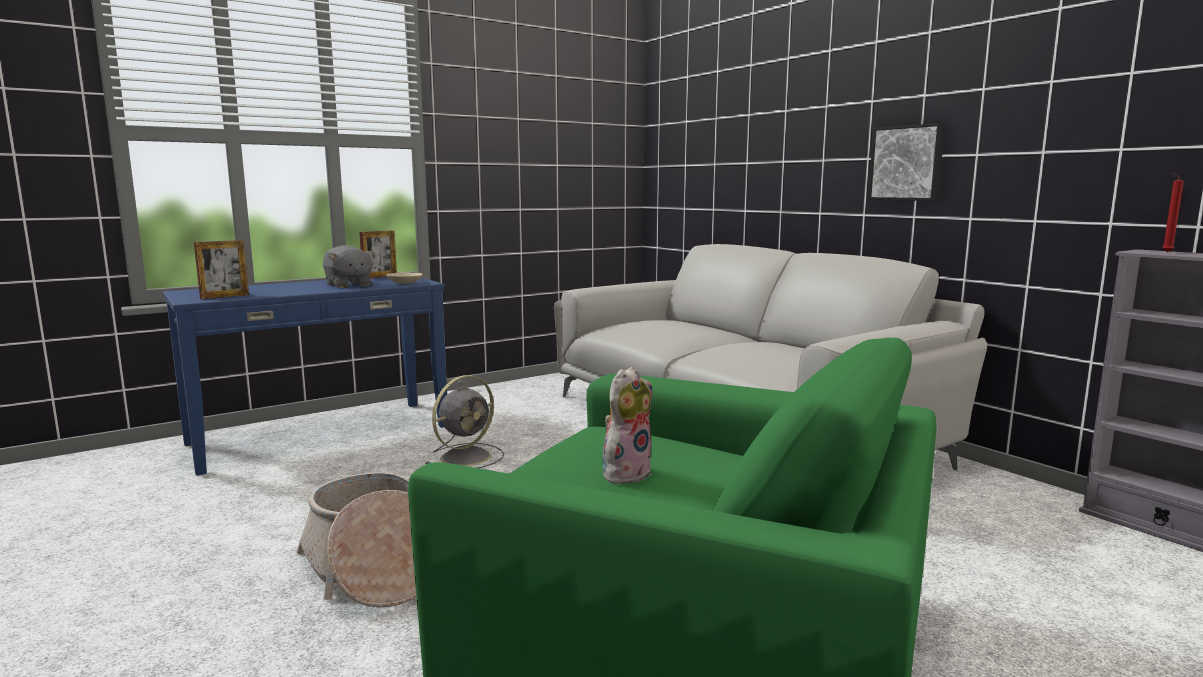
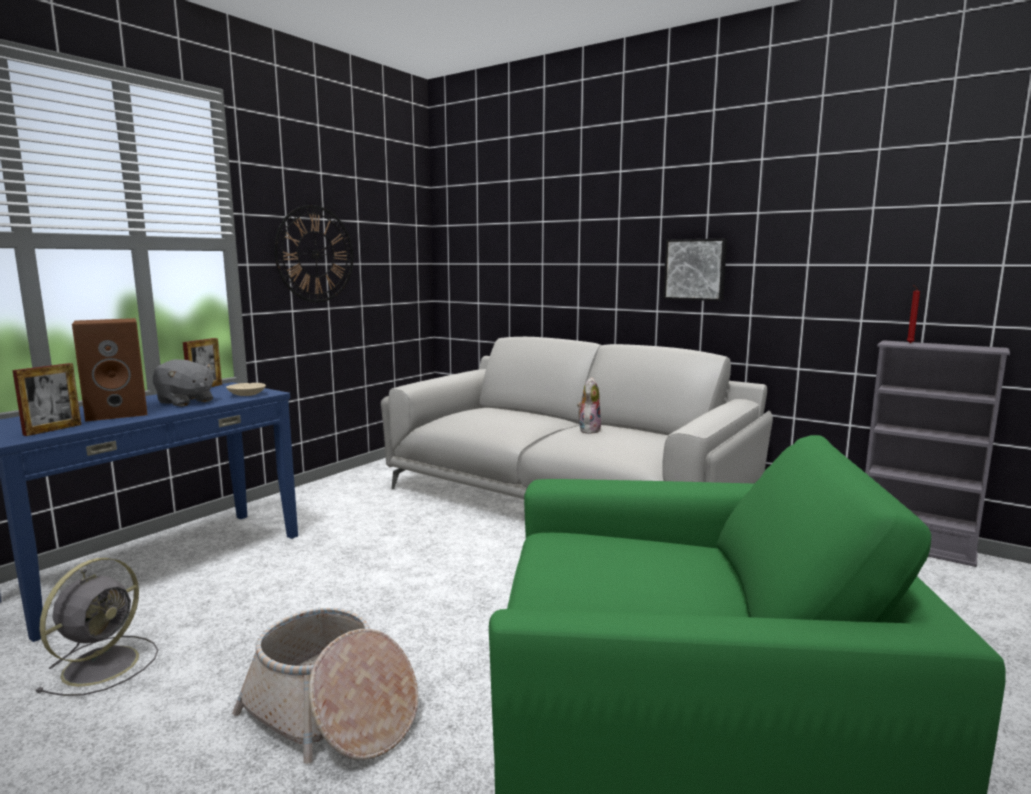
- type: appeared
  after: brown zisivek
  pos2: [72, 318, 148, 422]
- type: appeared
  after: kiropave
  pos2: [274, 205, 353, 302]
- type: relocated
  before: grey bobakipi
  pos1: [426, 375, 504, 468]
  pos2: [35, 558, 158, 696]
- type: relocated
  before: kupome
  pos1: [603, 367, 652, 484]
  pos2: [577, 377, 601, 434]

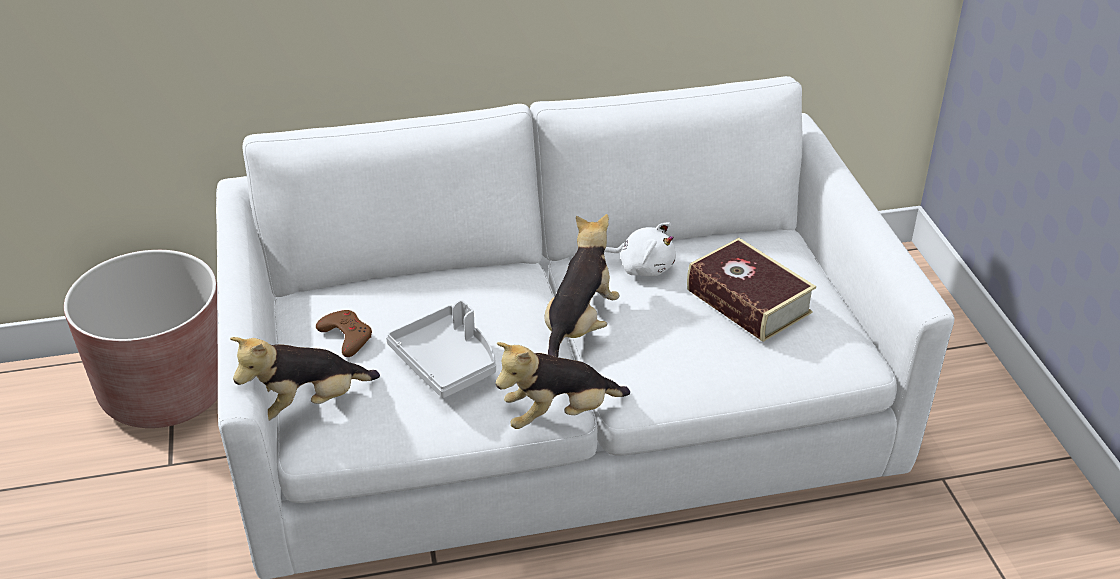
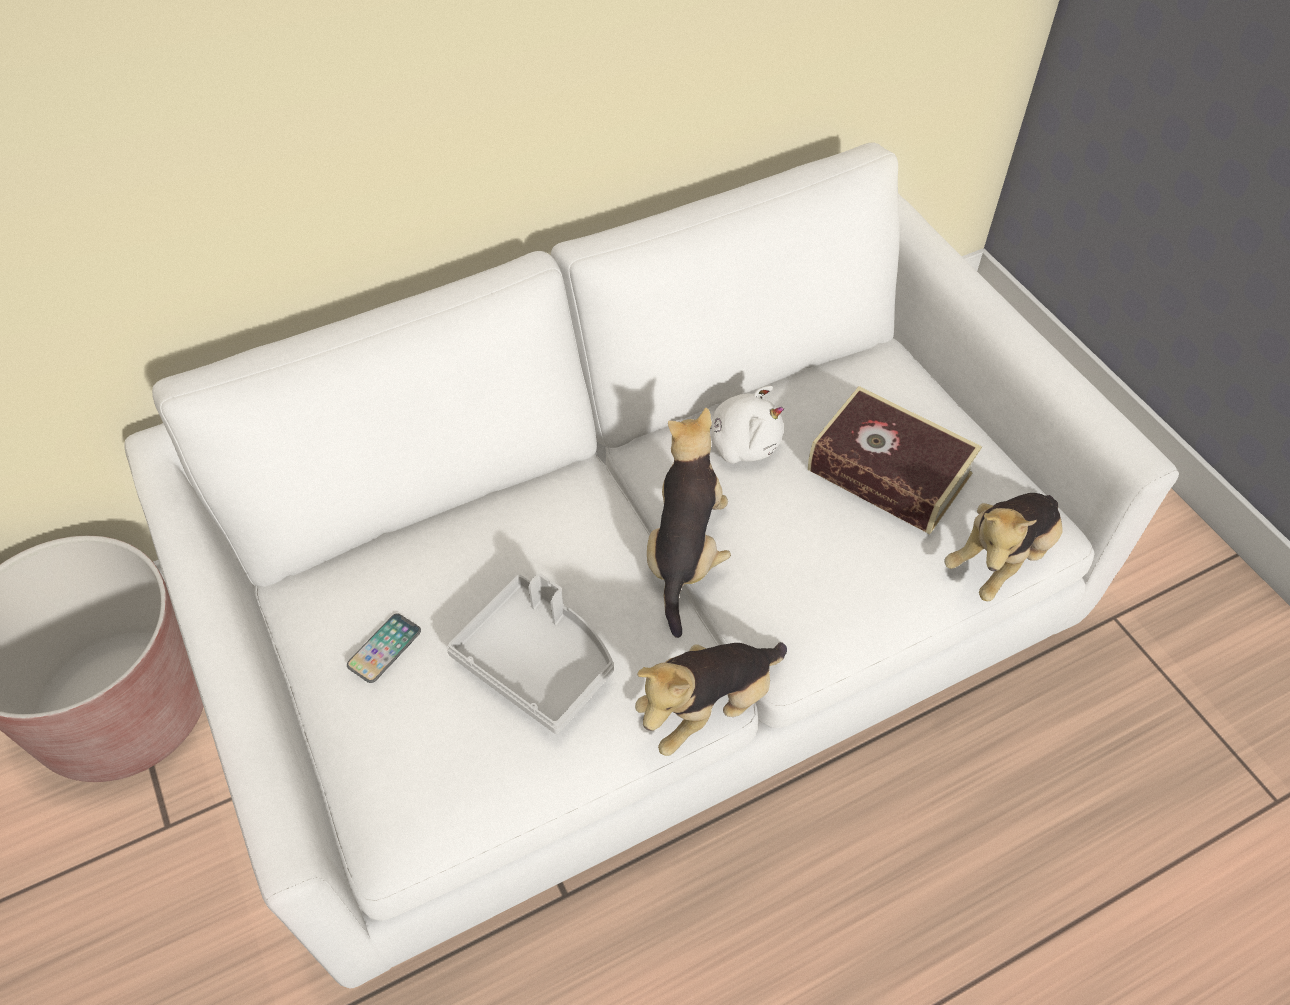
- type: relocated
  before: kupome
  pos1: [230, 337, 380, 421]
  pos2: [944, 493, 1063, 601]
- type: exchanged
  before: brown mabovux
  after: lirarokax
  pos1: [316, 310, 372, 357]
  pos2: [347, 613, 421, 683]

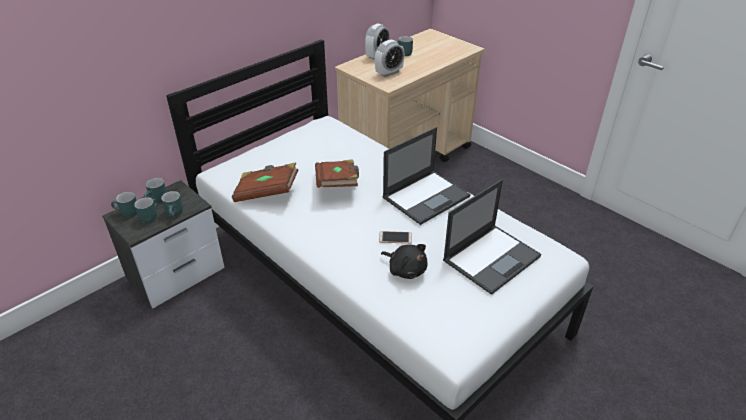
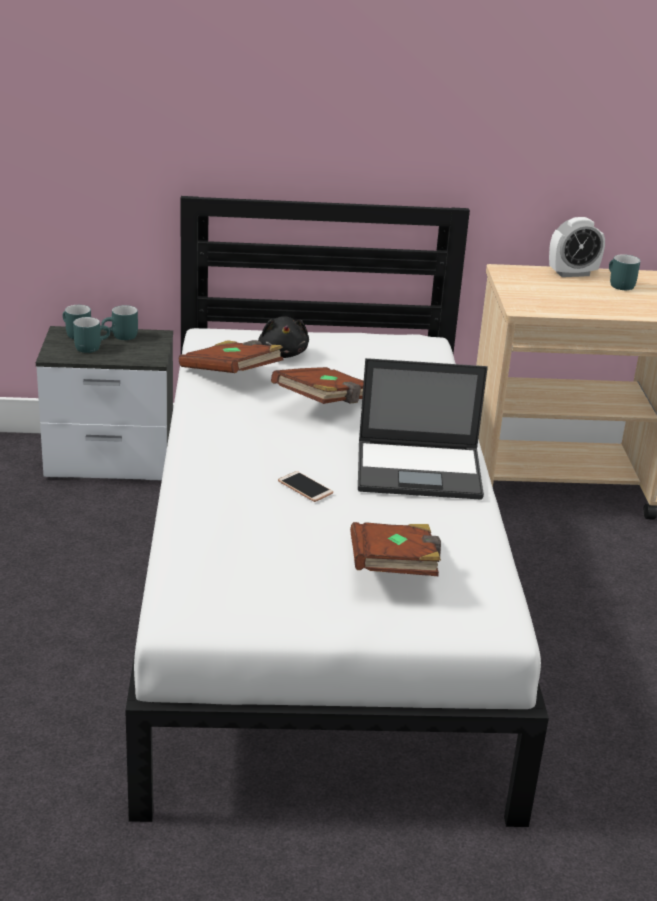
- type: missing
  before: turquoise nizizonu
  pos1: [161, 191, 183, 217]
- type: missing
  before: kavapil
  pos1: [375, 40, 404, 77]
- type: relocated
  before: black kupome
  pos1: [381, 244, 427, 279]
  pos2: [258, 316, 309, 358]
- type: exchanged
  before: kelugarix
  after: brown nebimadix
  pos1: [443, 179, 541, 295]
  pos2: [350, 522, 441, 576]

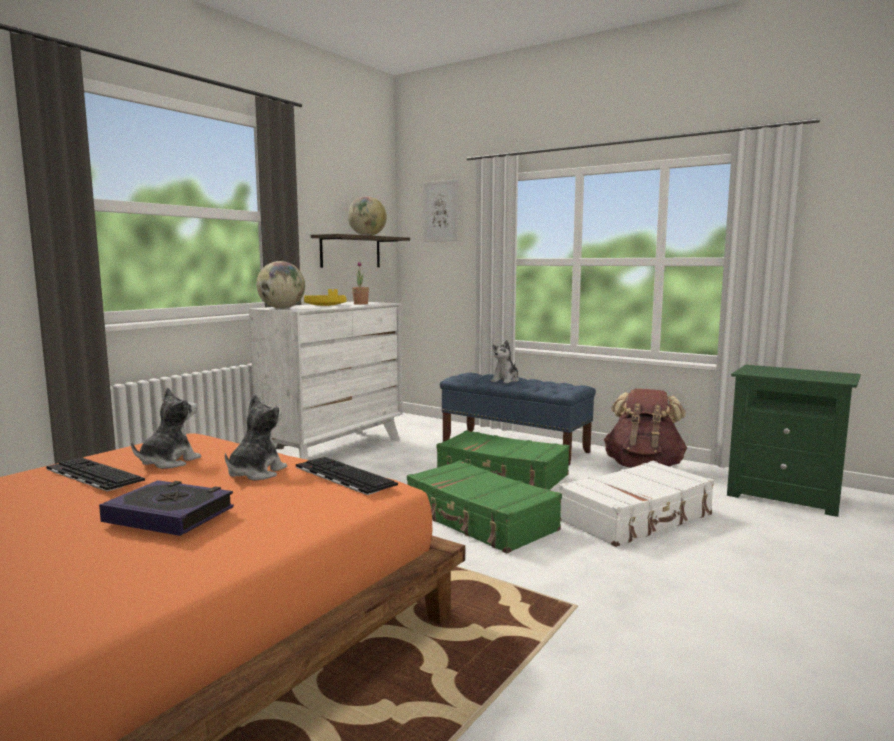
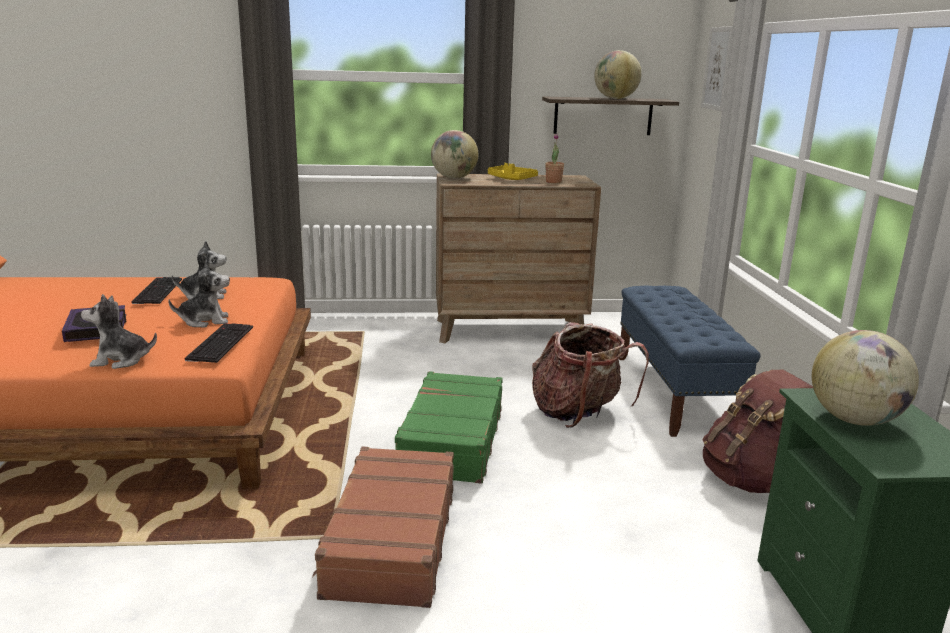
- type: missing
  before: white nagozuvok
  pos1: [559, 461, 714, 547]
- type: appeared
  after: brown nagozuvok
  pos2: [312, 446, 454, 608]
- type: appeared
  after: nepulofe
  pos2: [812, 330, 919, 426]
- type: relocated
  before: kupome
  pos1: [491, 340, 519, 384]
  pos2: [81, 294, 157, 369]
- type: exchanged
  before: green nagozuvok
  after: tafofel
  pos1: [436, 430, 570, 490]
  pos2: [532, 322, 649, 428]
- type: colour
  before: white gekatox
  after: brown gekatox
  pos1: [249, 301, 403, 460]
  pos2: [436, 174, 601, 343]

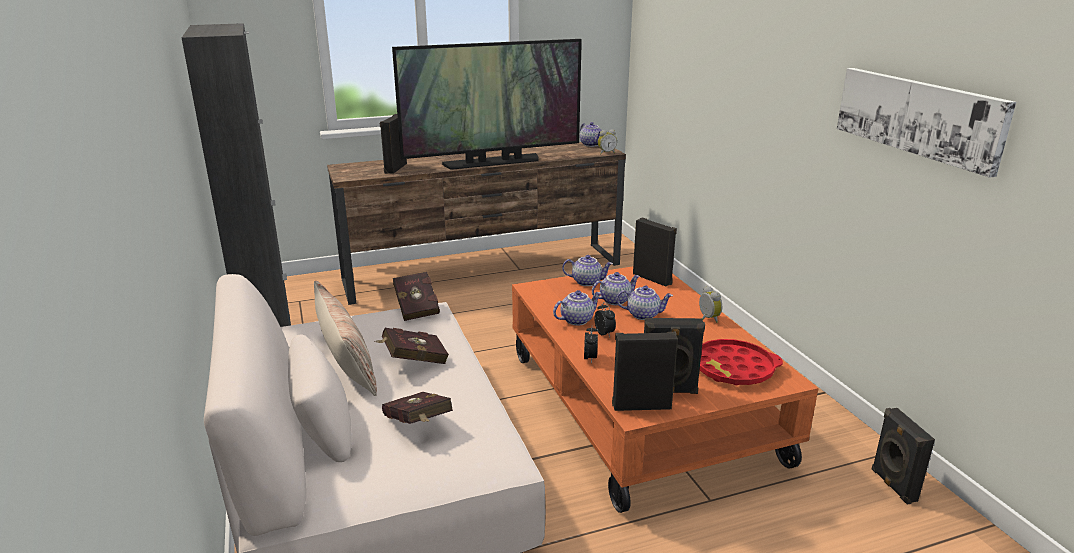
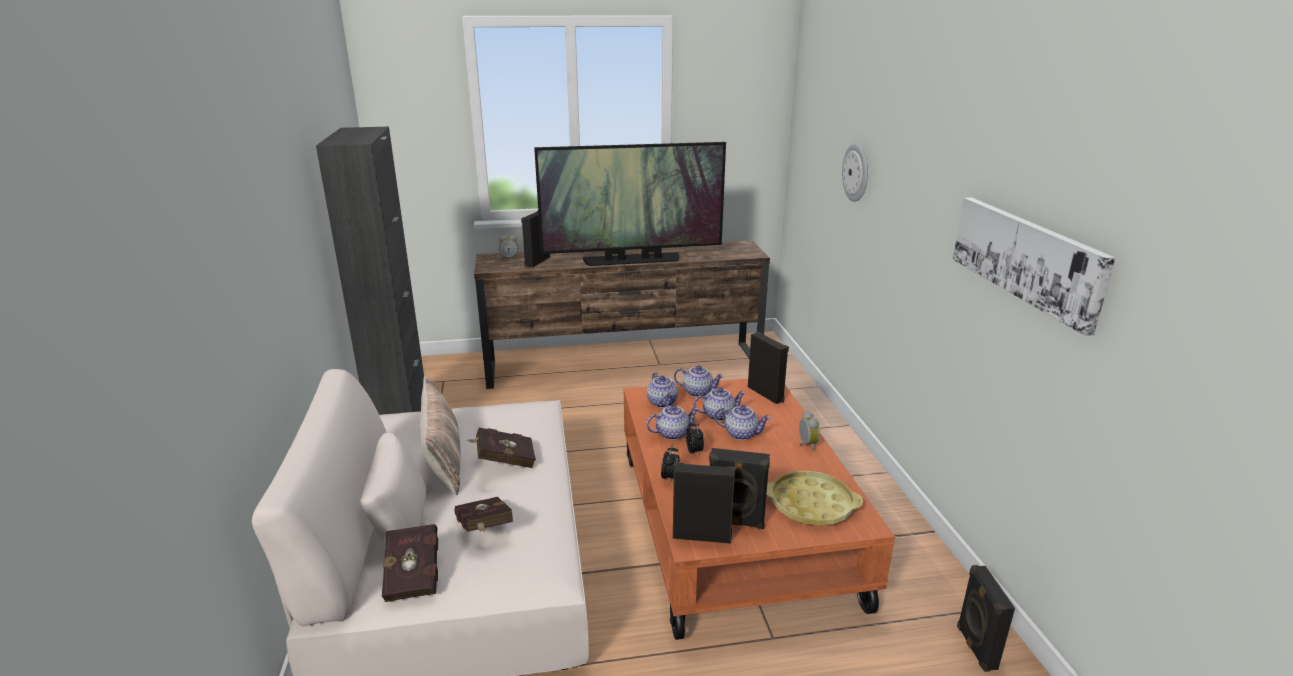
- type: appeared
  after: kiropave
  pos2: [842, 144, 868, 202]
- type: relocated
  before: red nebimadix
  pos1: [393, 272, 440, 321]
  pos2: [382, 521, 438, 602]
- type: relocated
  before: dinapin
  pos1: [580, 122, 602, 147]
  pos2: [647, 372, 678, 408]
- type: relocated
  before: kavapil
  pos1: [598, 129, 617, 154]
  pos2: [499, 235, 518, 260]
- type: colour
  before: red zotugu
  after: yellow zotugu
  pos1: [700, 339, 783, 385]
  pos2: [766, 471, 863, 526]

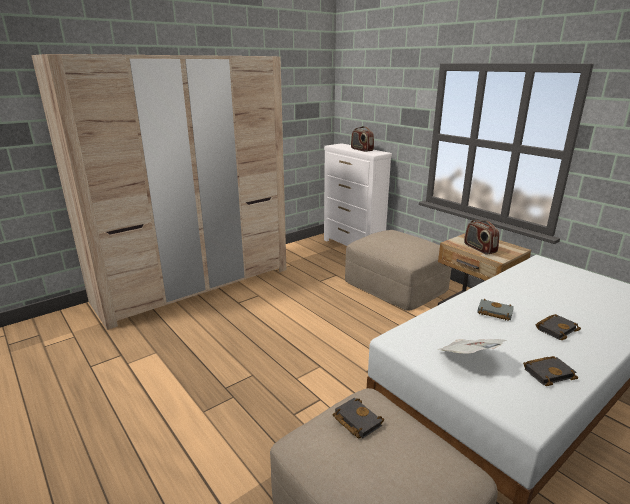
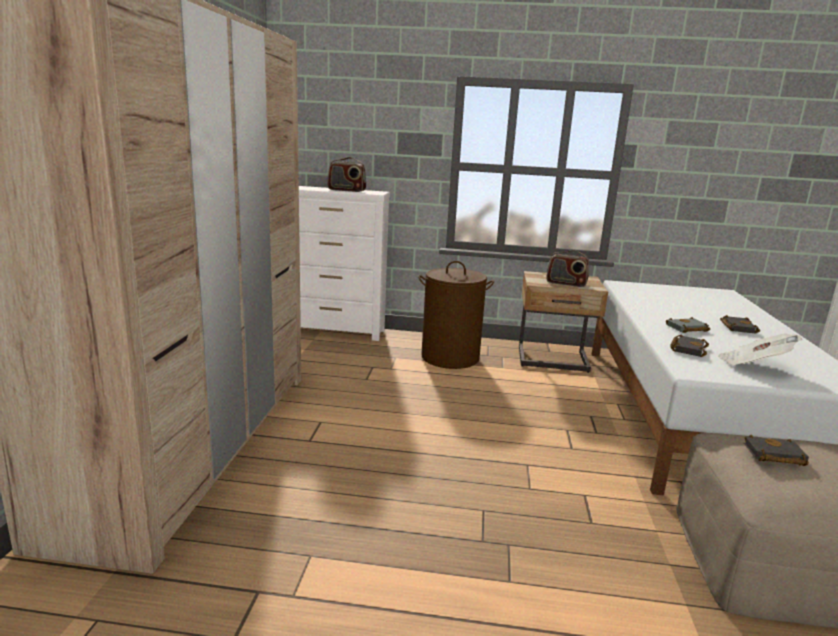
- type: relocated
  before: black nebimadix
  pos1: [523, 356, 578, 386]
  pos2: [670, 335, 709, 357]
- type: exchanged
  before: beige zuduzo
  after: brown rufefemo
  pos1: [345, 230, 452, 311]
  pos2: [418, 261, 494, 369]

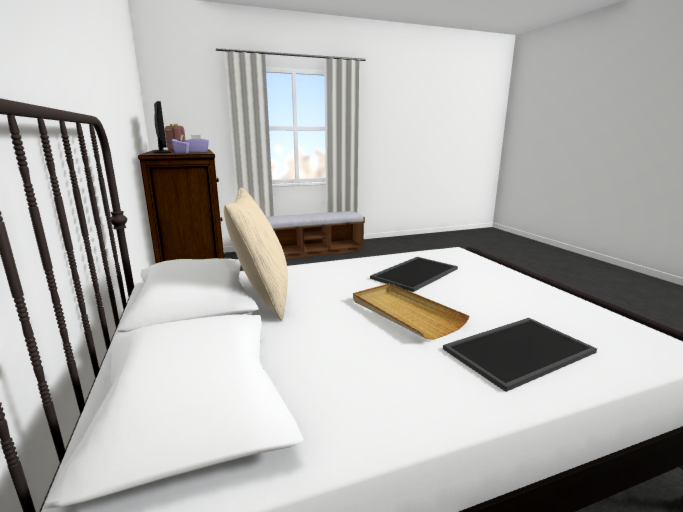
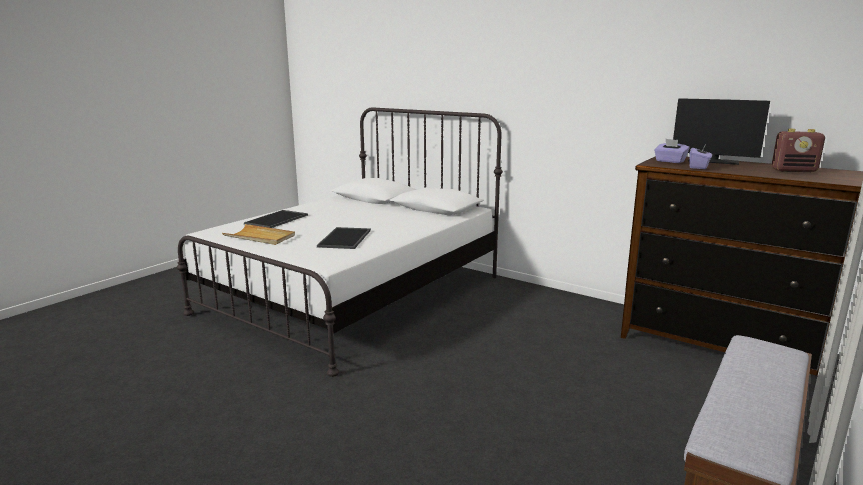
- type: missing
  before: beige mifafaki
  pos1: [224, 188, 288, 321]
- type: relocated
  before: beige zotugu
  pos1: [353, 283, 470, 340]
  pos2: [222, 224, 295, 245]

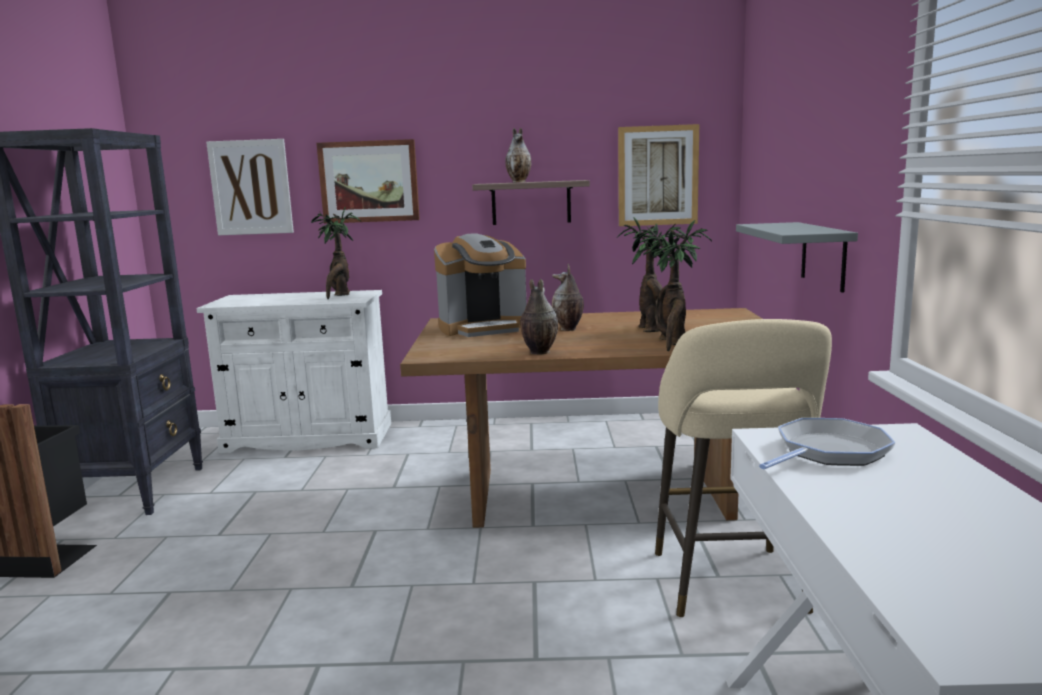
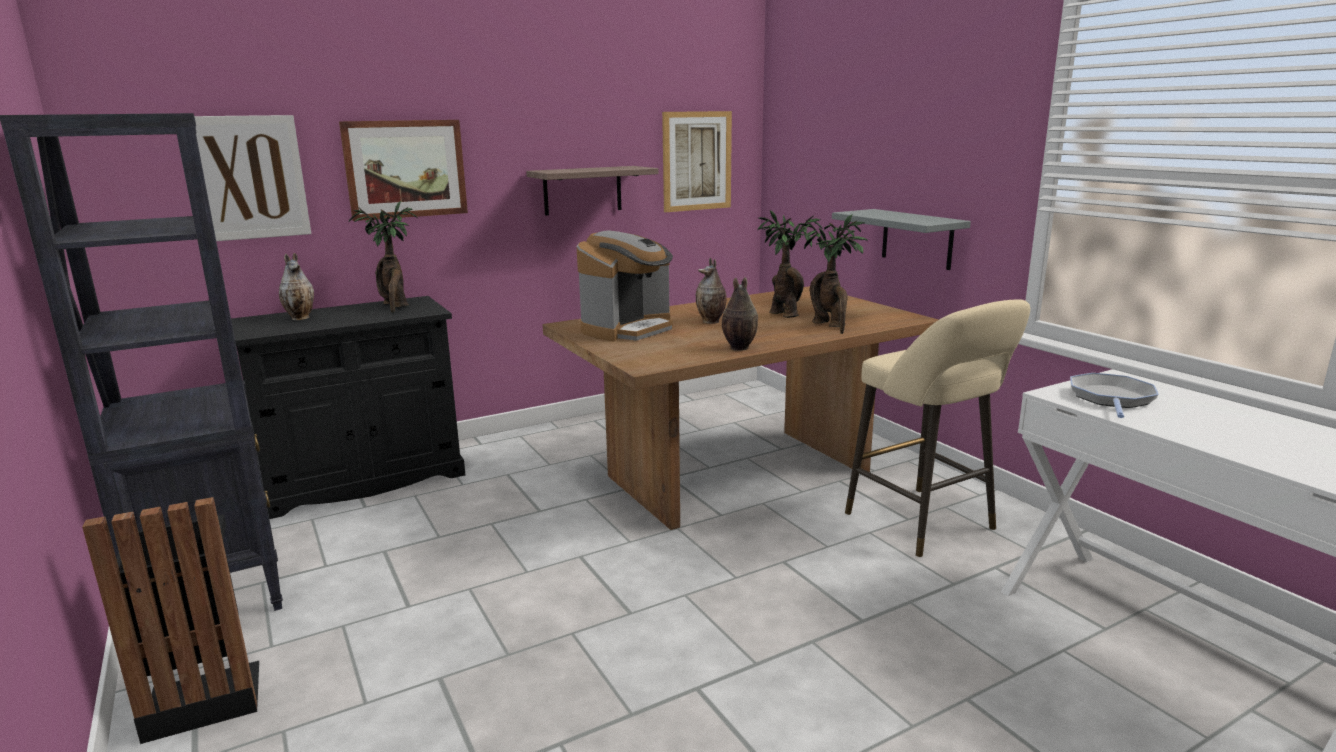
- type: relocated
  before: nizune
  pos1: [506, 128, 531, 182]
  pos2: [279, 253, 314, 320]
- type: colour
  before: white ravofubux
  after: black ravofubux
  pos1: [196, 290, 391, 453]
  pos2: [231, 296, 465, 519]

